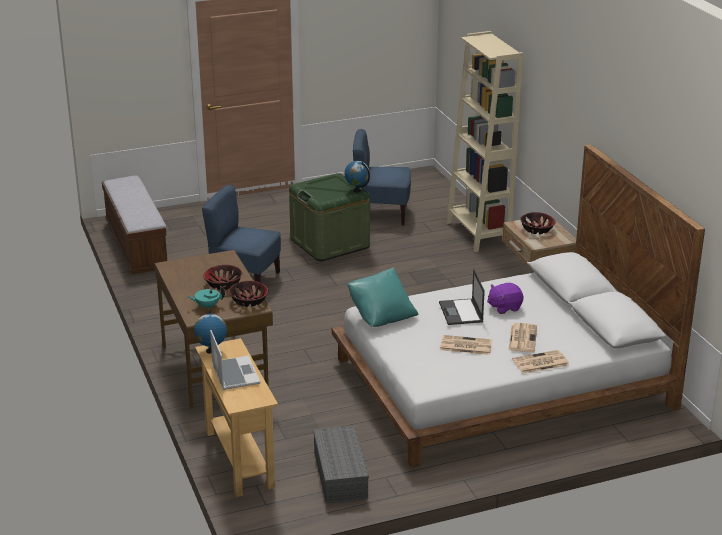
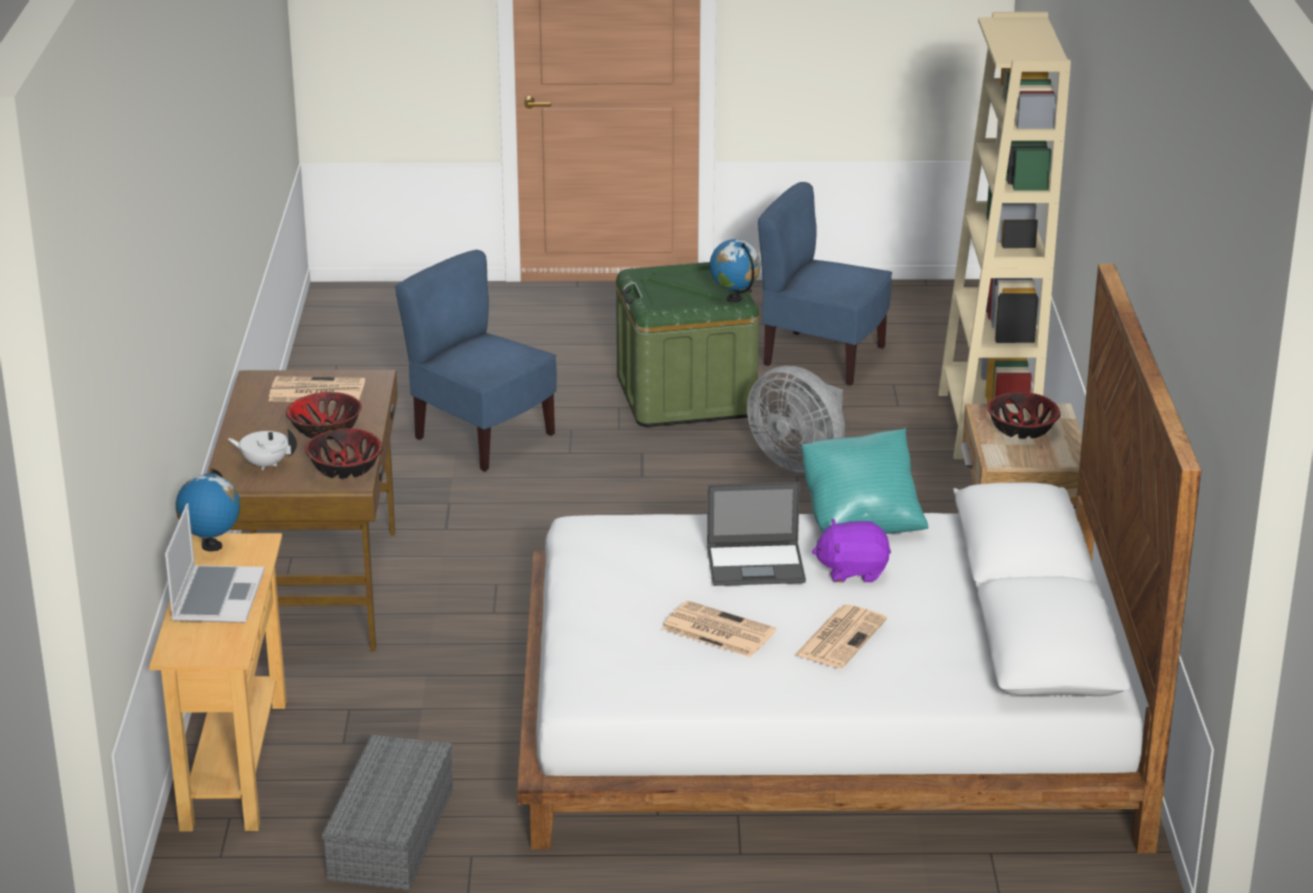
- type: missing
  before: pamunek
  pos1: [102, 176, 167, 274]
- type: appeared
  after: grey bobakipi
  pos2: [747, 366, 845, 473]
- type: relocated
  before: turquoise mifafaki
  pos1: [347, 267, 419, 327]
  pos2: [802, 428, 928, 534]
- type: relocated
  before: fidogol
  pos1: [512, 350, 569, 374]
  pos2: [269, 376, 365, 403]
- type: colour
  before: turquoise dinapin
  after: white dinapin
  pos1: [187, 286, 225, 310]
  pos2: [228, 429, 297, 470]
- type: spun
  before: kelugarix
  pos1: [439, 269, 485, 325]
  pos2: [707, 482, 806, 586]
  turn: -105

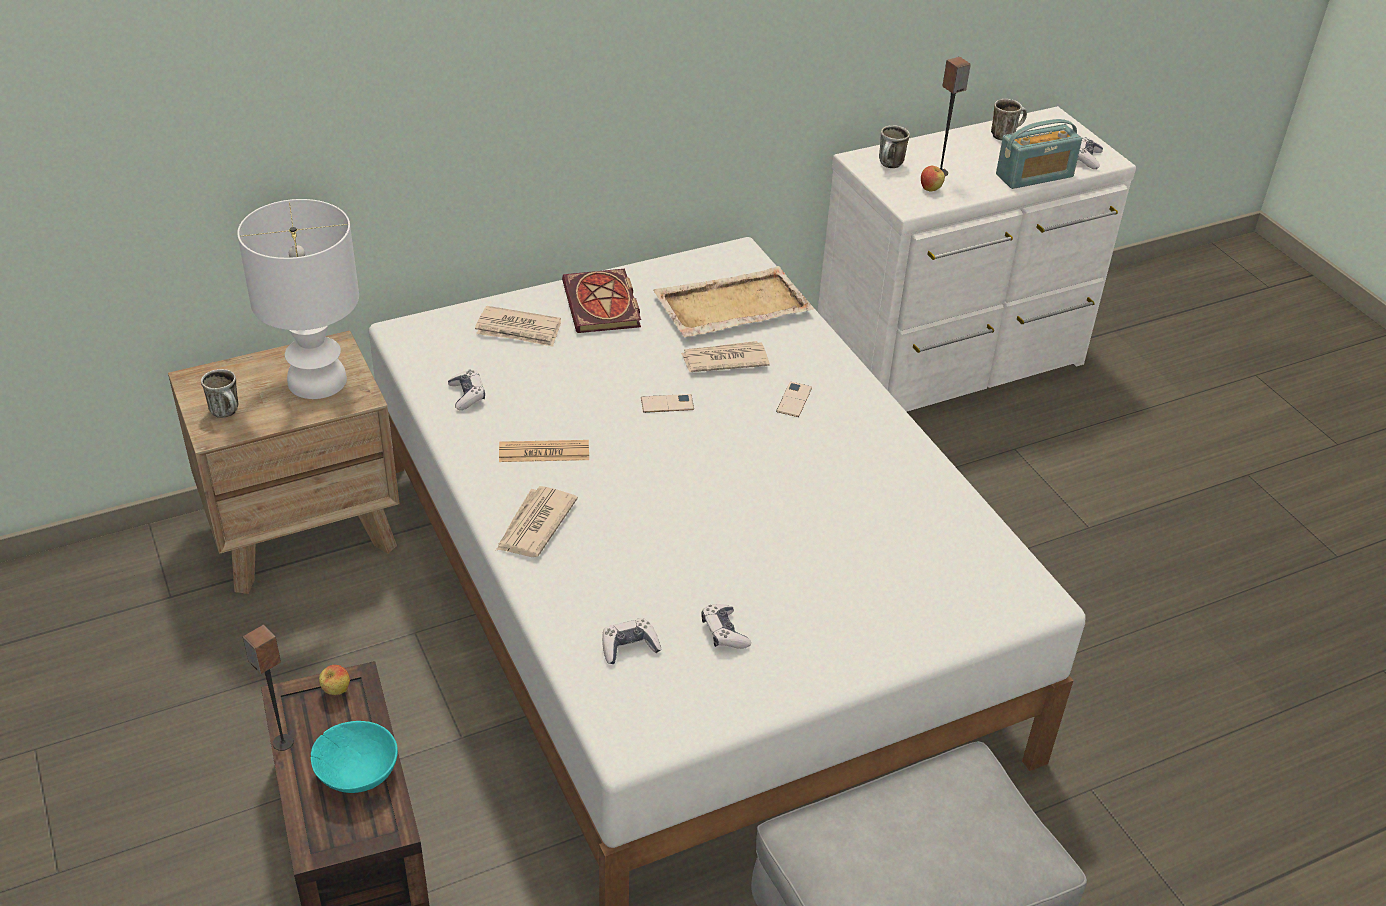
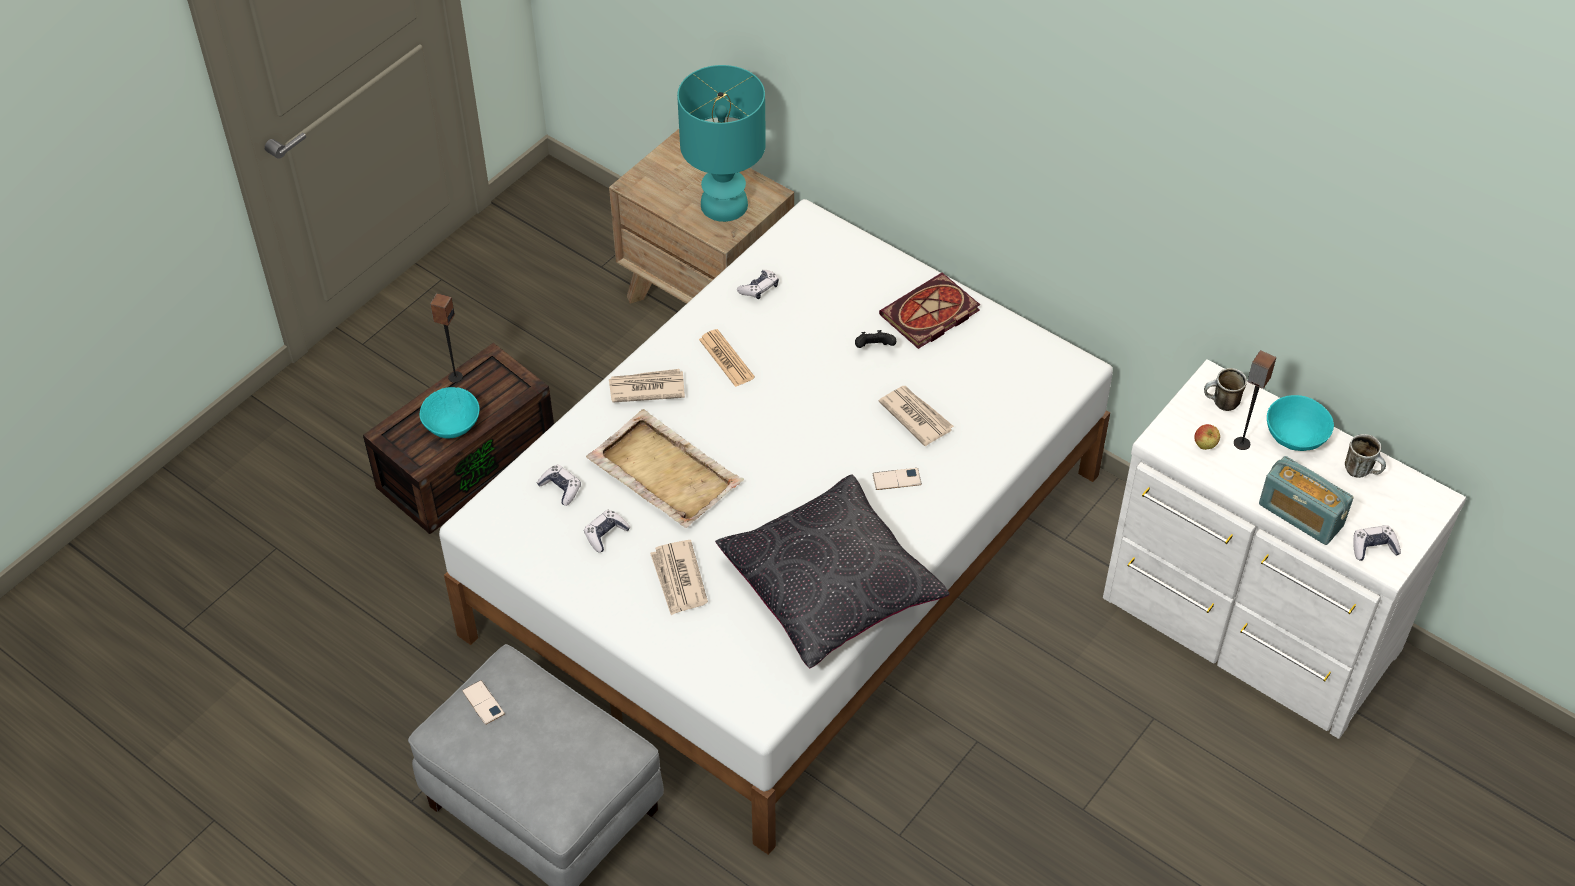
- type: missing
  before: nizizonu
  pos1: [201, 369, 238, 418]
- type: missing
  before: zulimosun
  pos1: [319, 665, 350, 695]
- type: appeared
  after: black mifafaki
  pos2: [715, 474, 950, 668]
- type: appeared
  after: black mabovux
  pos2: [855, 330, 896, 348]
- type: appeared
  after: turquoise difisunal
  pos2: [1267, 395, 1334, 451]
- type: relocated
  before: fidogol
  pos1: [475, 306, 561, 347]
  pos2: [650, 540, 708, 615]
- type: relocated
  before: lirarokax
  pos1: [641, 394, 694, 413]
  pos2: [462, 680, 505, 725]
- type: relocated
  before: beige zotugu
  pos1: [653, 266, 814, 337]
  pos2: [586, 409, 744, 528]
- type: colour
  before: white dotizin
  after: turquoise dotizin
  pos1: [237, 199, 359, 399]
  pos2: [677, 65, 766, 222]

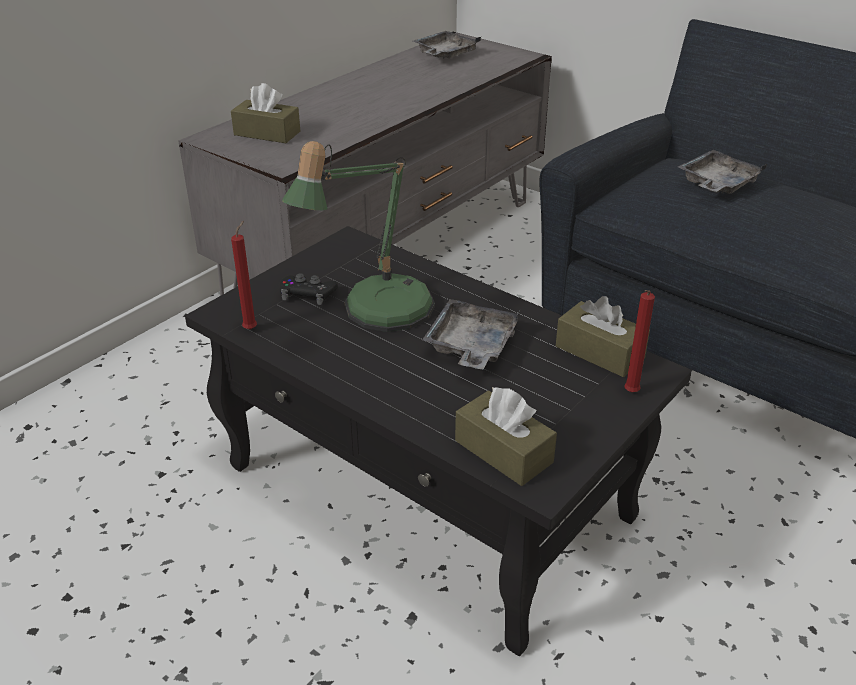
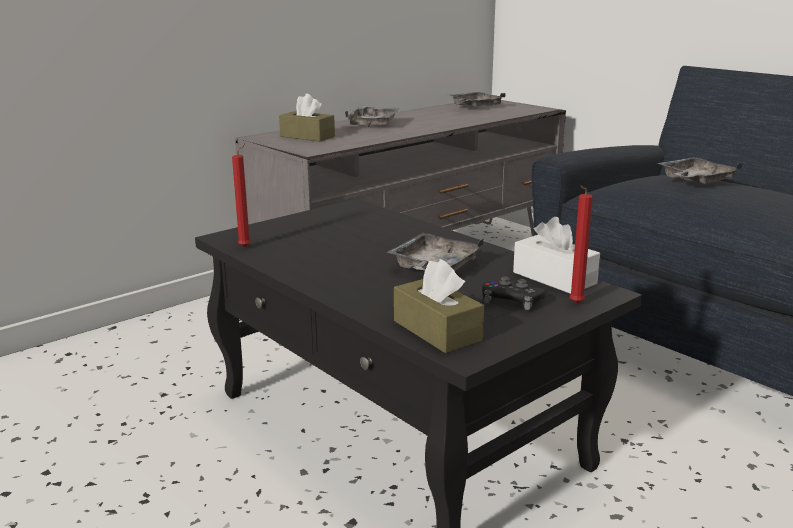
- type: missing
  before: dotizin
  pos1: [282, 141, 435, 332]
- type: appeared
  after: grey zotugu
  pos2: [345, 106, 400, 127]
- type: relocated
  before: black mabovux
  pos1: [280, 273, 338, 305]
  pos2: [482, 276, 545, 310]
- type: colour
  before: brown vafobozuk
  after: white vafobozuk
  pos1: [556, 296, 650, 377]
  pos2: [513, 217, 600, 294]

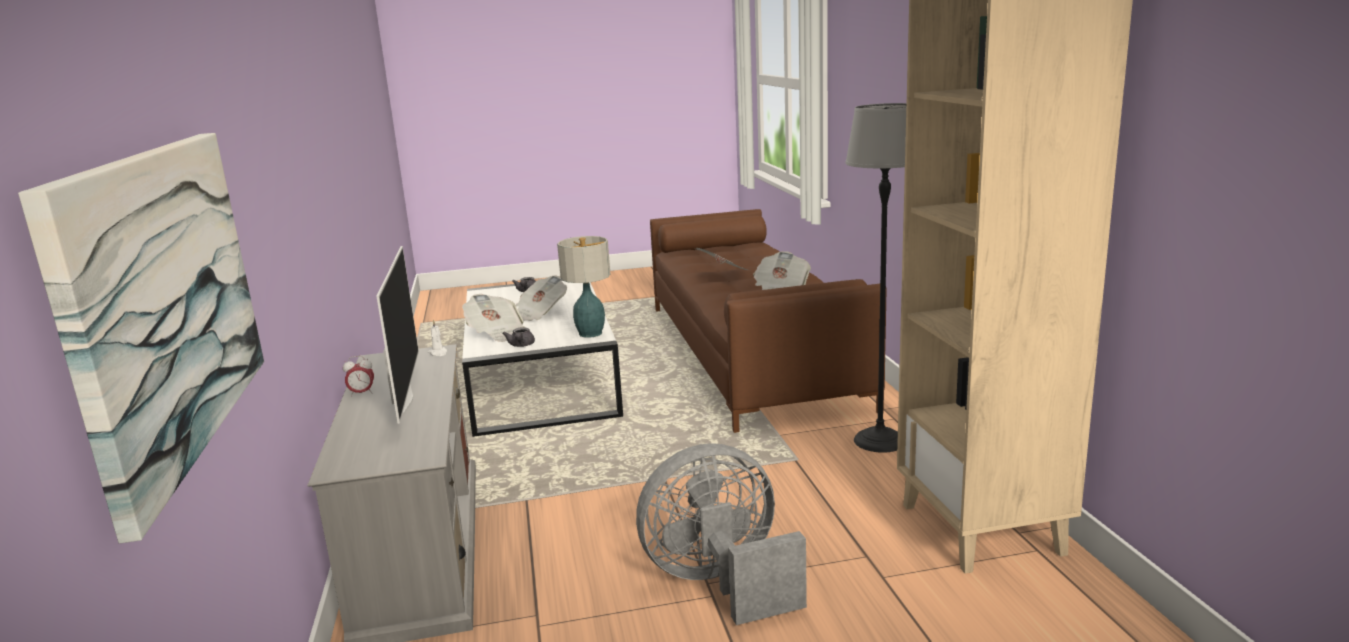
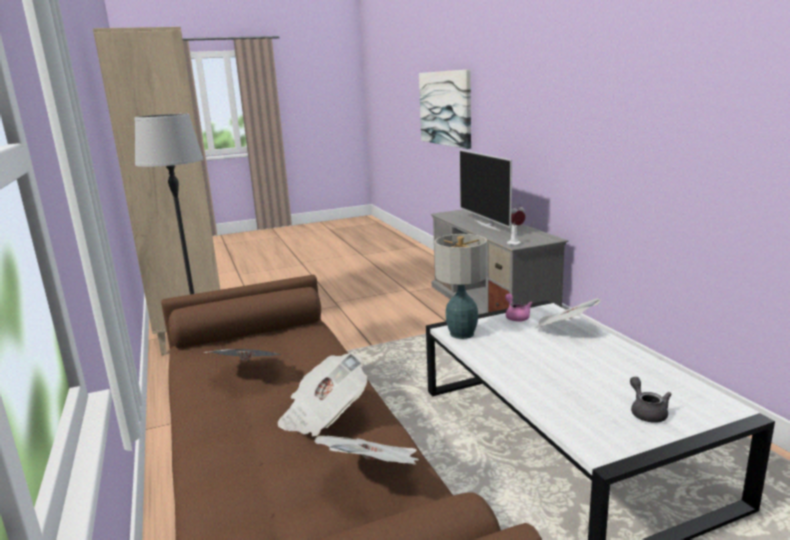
- type: missing
  before: grey bobakipi
  pos1: [636, 443, 807, 625]
- type: relocated
  before: fidogol
  pos1: [516, 275, 567, 321]
  pos2: [314, 436, 419, 464]
- type: colour
  before: grey dinapin
  after: pink dinapin
  pos1: [503, 327, 535, 347]
  pos2: [505, 294, 532, 321]

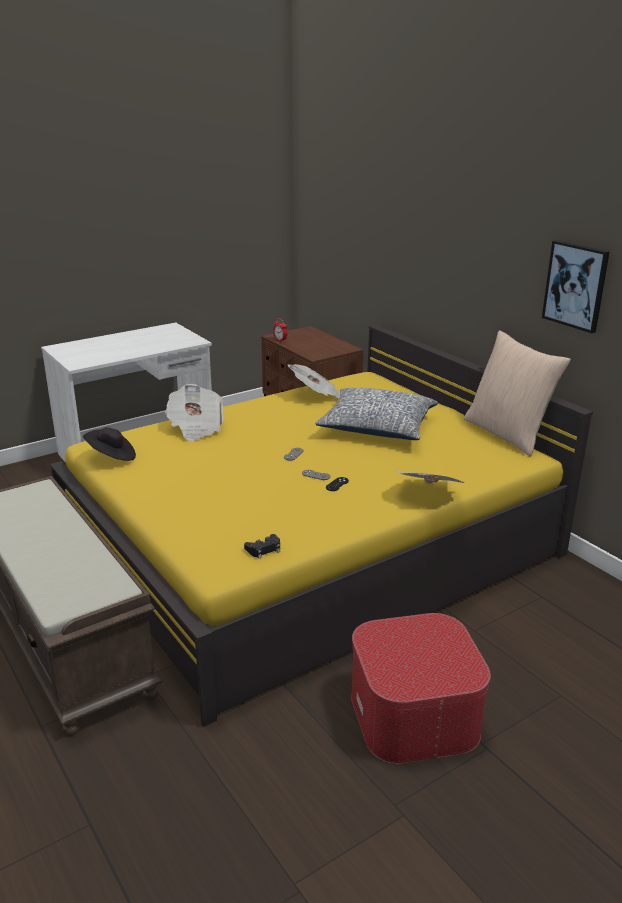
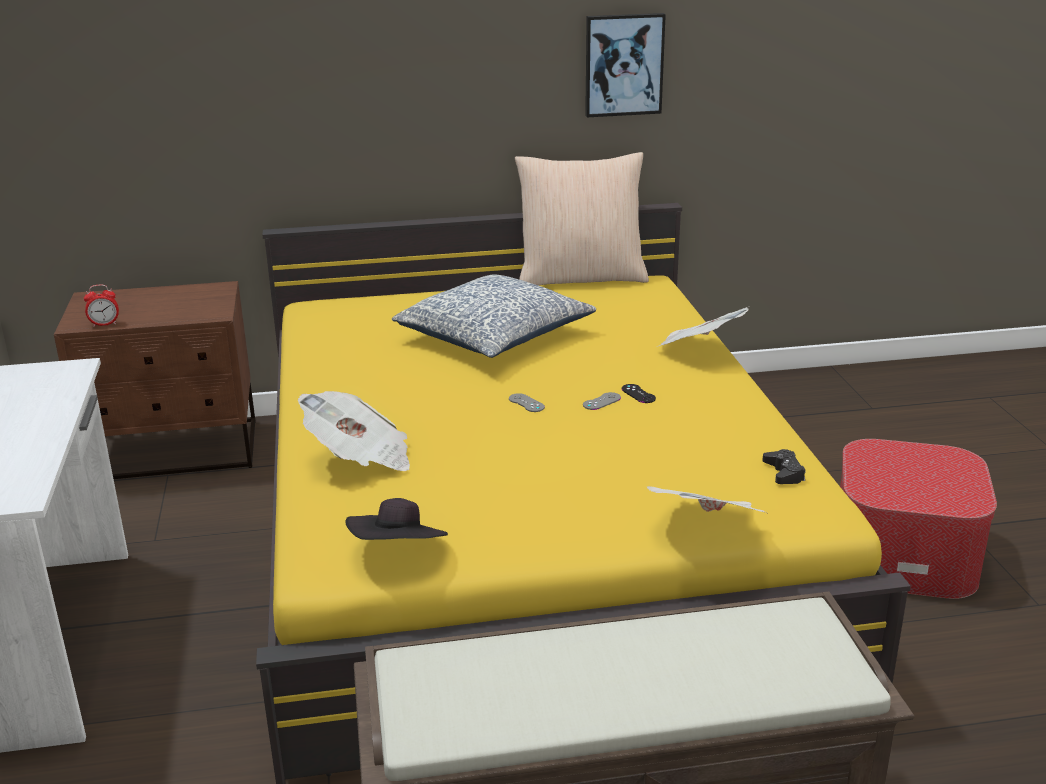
- type: relocated
  before: fidogol
  pos1: [288, 364, 340, 398]
  pos2: [647, 486, 769, 514]

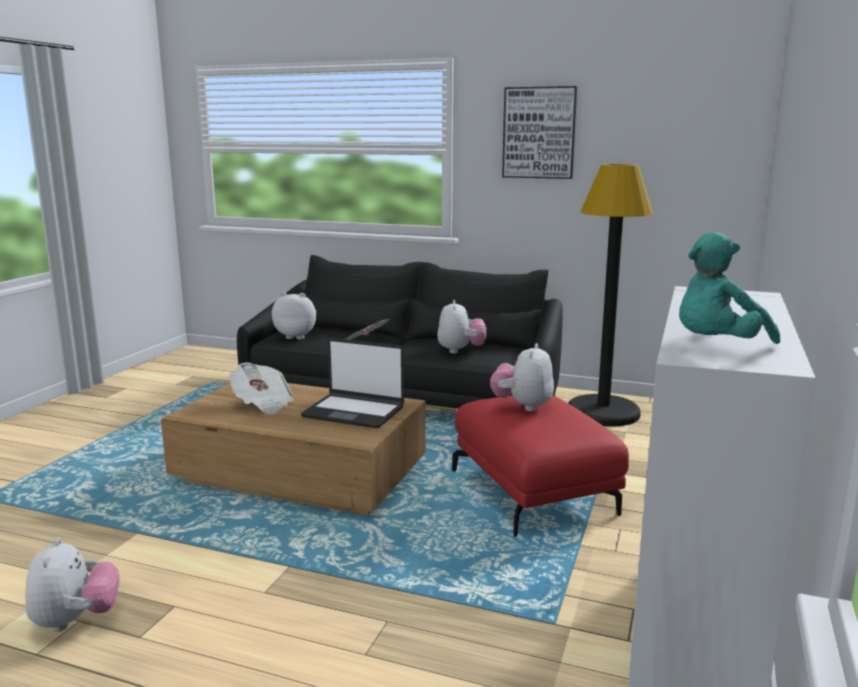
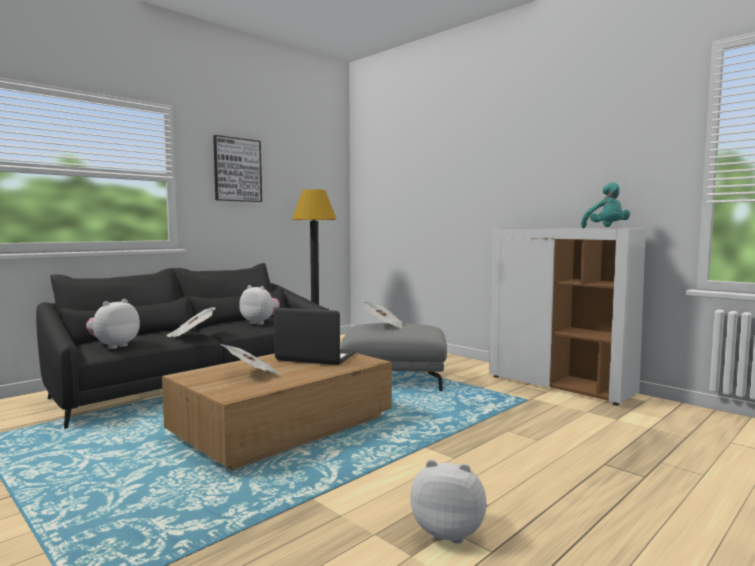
- type: exchanged
  before: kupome
  after: fidogol
  pos1: [490, 343, 554, 411]
  pos2: [363, 301, 403, 328]
- type: colour
  before: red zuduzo
  after: grey zuduzo
  pos1: [452, 395, 629, 537]
  pos2: [341, 323, 447, 391]
- type: spun
  before: kelugarix
  pos1: [301, 338, 404, 428]
  pos2: [274, 308, 356, 365]
  turn: -120

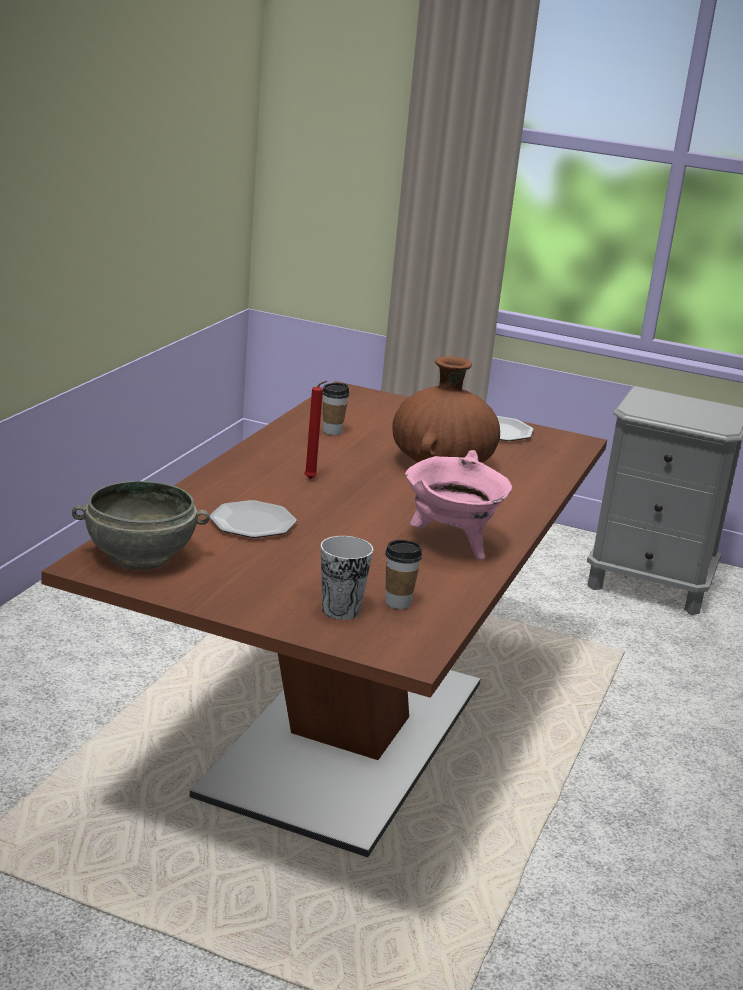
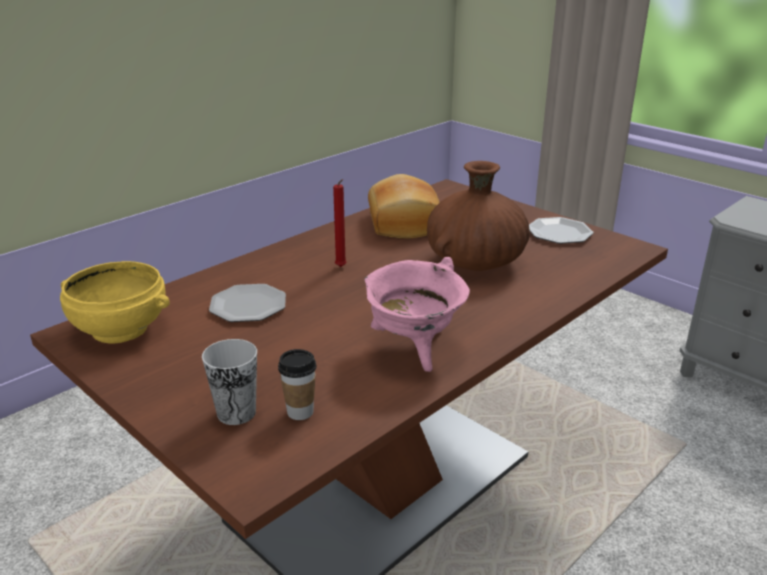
- type: exchanged
  before: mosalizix
  after: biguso
  pos1: [323, 383, 349, 435]
  pos2: [368, 174, 440, 238]
- type: colour
  before: grey difisunal
  after: yellow difisunal
  pos1: [72, 481, 210, 570]
  pos2: [60, 261, 170, 344]

